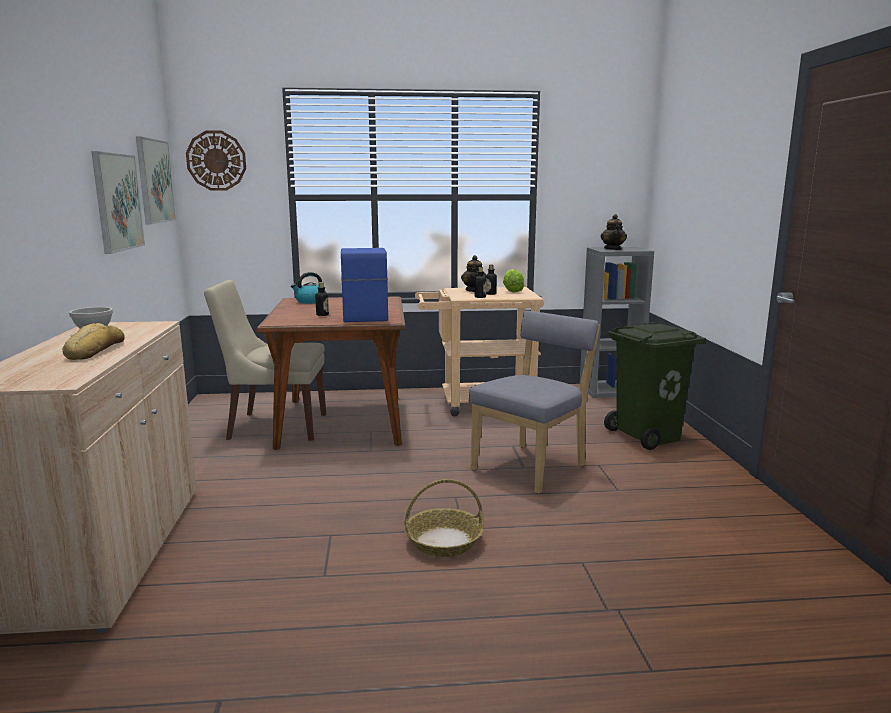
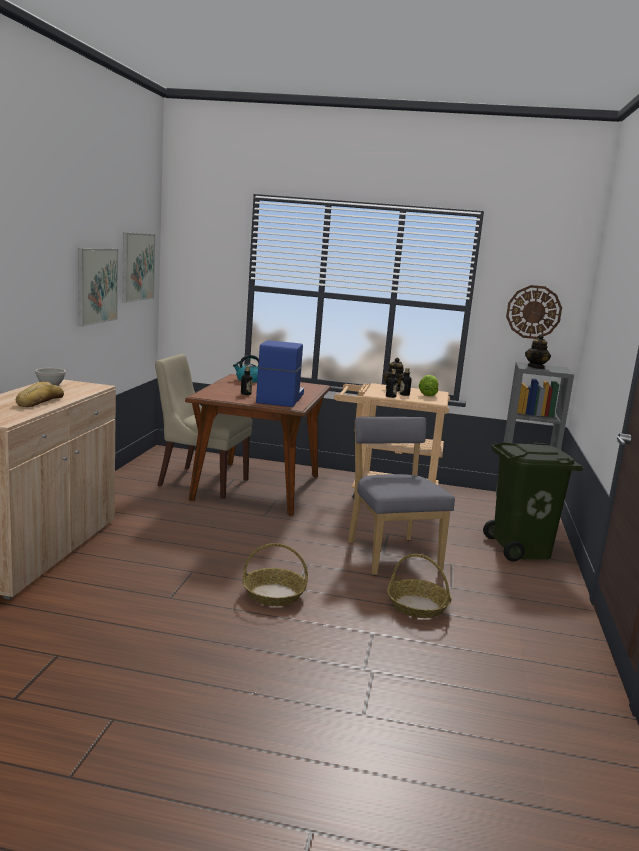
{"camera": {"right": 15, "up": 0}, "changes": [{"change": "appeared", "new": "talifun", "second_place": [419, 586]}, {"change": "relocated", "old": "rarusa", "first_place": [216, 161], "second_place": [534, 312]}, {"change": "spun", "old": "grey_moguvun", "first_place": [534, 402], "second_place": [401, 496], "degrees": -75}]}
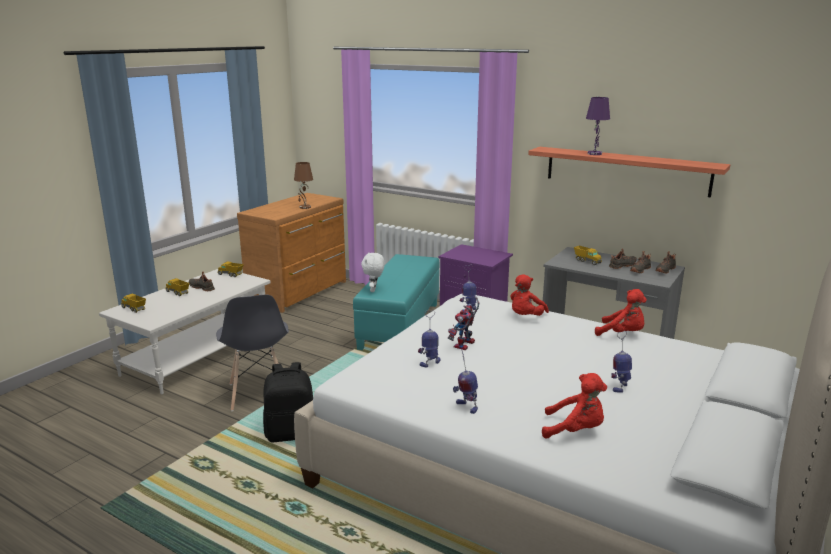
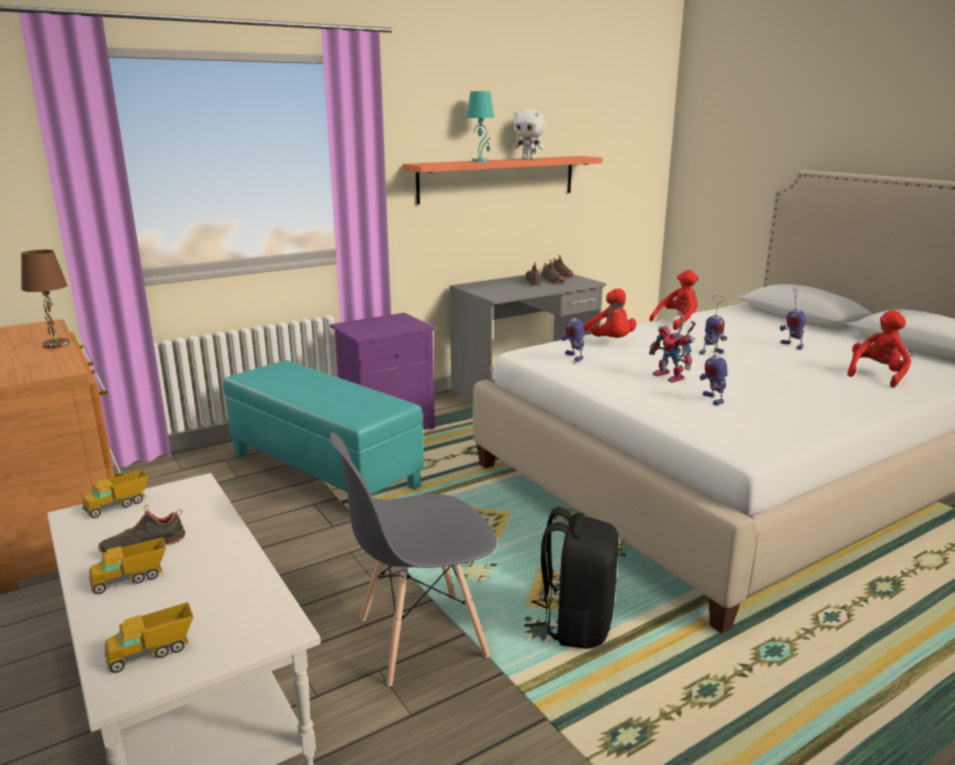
{"camera": {"right": -65, "up": 0}, "changes": [{"change": "missing", "old": "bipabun", "first_place": [588, 255]}, {"change": "relocated", "old": "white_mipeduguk", "first_place": [373, 272], "second_place": [529, 134]}, {"change": "relocated", "old": "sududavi", "first_place": [465, 382], "second_place": [713, 325]}, {"change": "colour", "old": "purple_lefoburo", "new": "turquoise_lefoburo", "first_place": [598, 126], "second_place": [480, 126]}, {"change": "spun", "old": "grey_moguvun", "first_place": [252, 353], "second_place": [413, 559], "degrees": 150}]}
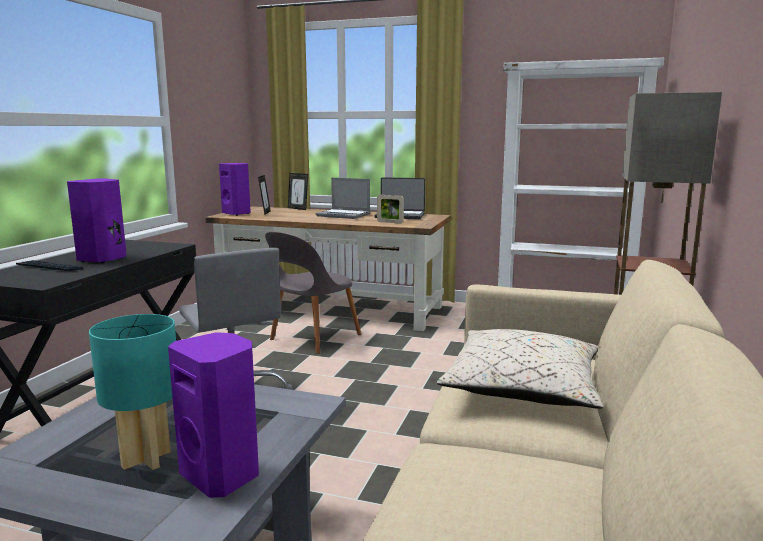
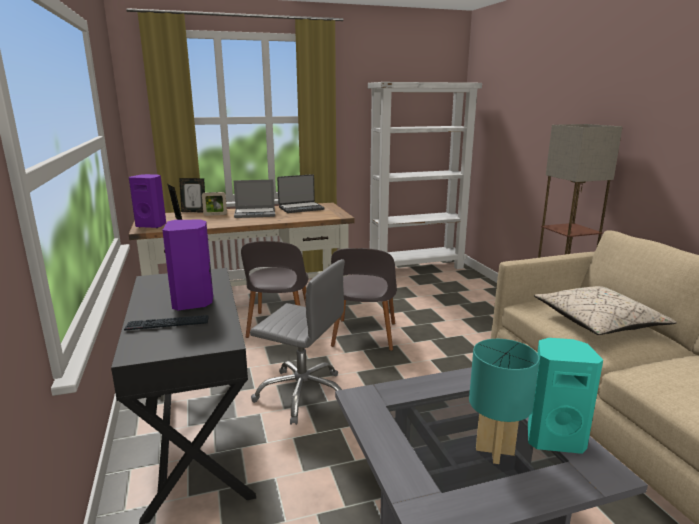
{"camera": {"right": -35, "up": 5}, "changes": [{"change": "appeared", "new": "grey_moguvun", "second_place": [364, 299]}, {"change": "relocated", "old": "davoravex", "first_place": [390, 209], "second_place": [214, 204]}, {"change": "colour", "old": "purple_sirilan", "new": "turquoise_sirilan", "first_place": [213, 415], "second_place": [565, 396]}]}
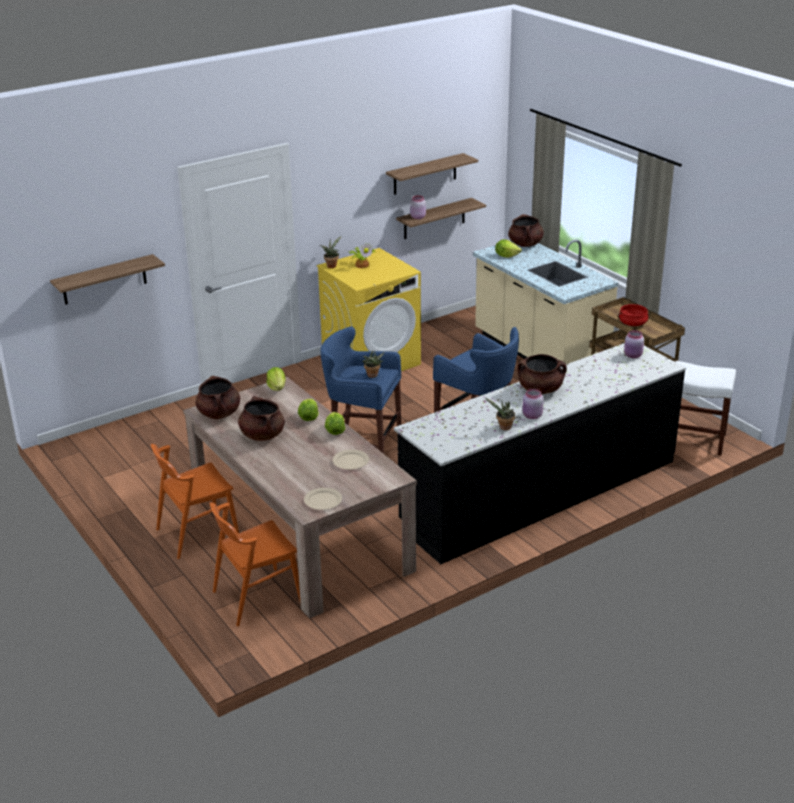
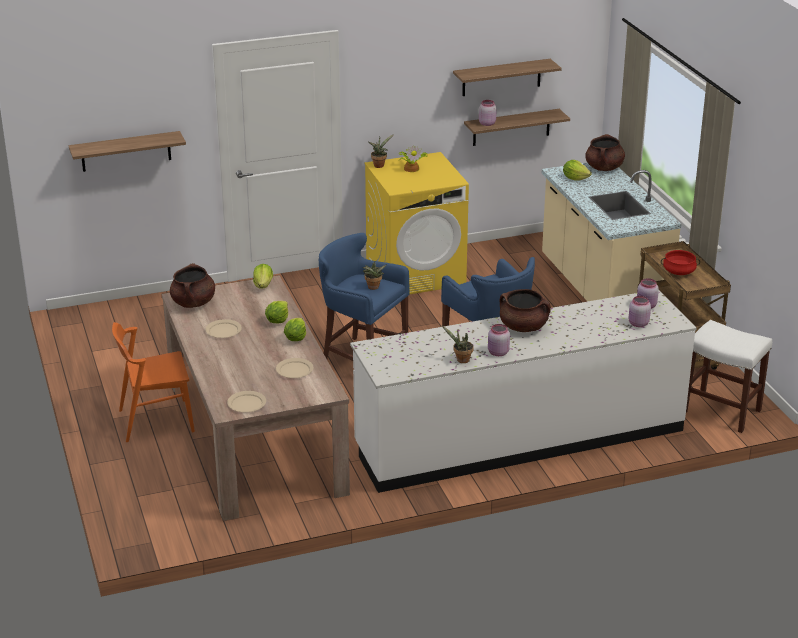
{"camera": {"right": 15, "up": 0}, "changes": [{"change": "missing", "old": "orange_moguvun", "first_place": [255, 564]}, {"change": "appeared", "new": "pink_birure", "second_place": [640, 311]}, {"change": "exchanged", "old": "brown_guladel", "new": "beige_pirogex", "first_place": [261, 418], "second_place": [223, 328]}, {"change": "colour", "old": "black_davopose", "new": "white_davopose", "first_place": [540, 453], "second_place": [523, 391]}]}
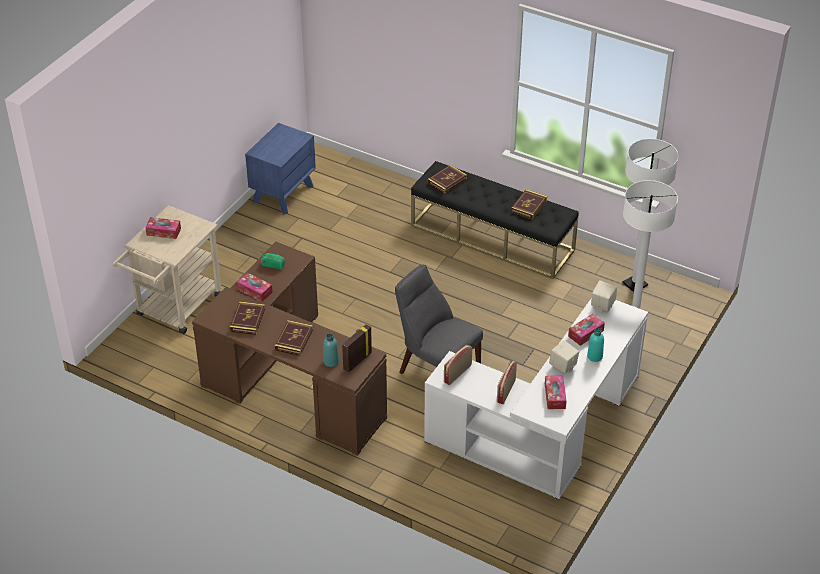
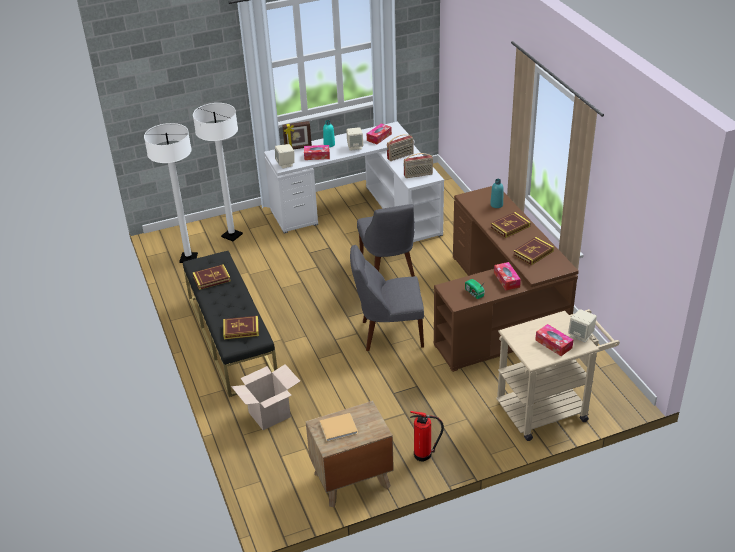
{"camera": {"right": -140, "up": -5}, "changes": [{"change": "appeared", "new": "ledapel", "second_place": [265, 397]}, {"change": "appeared", "new": "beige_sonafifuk", "second_place": [339, 427]}, {"change": "appeared", "new": "grey_moguvun", "second_place": [387, 298]}, {"change": "appeared", "new": "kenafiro", "second_place": [427, 436]}, {"change": "appeared", "new": "beige_sirilan", "second_place": [582, 326]}, {"change": "relocated", "old": "davoravex", "first_place": [357, 348], "second_place": [297, 135]}, {"change": "colour", "old": "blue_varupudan", "new": "brown_varupudan", "first_place": [280, 169], "second_place": [350, 454]}]}
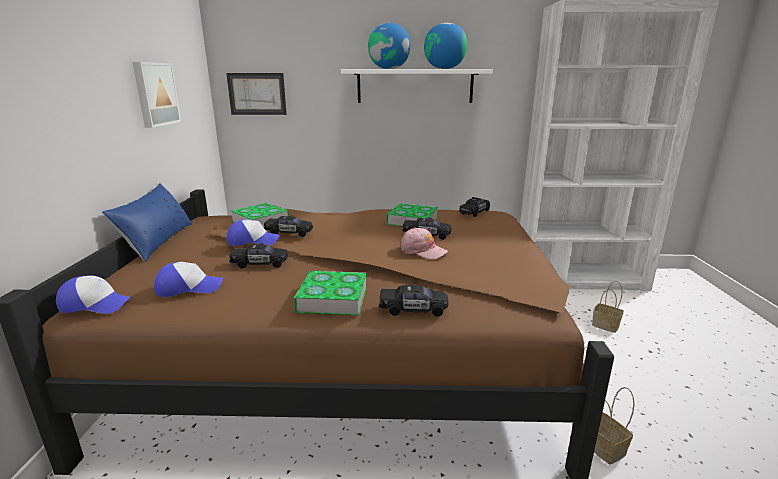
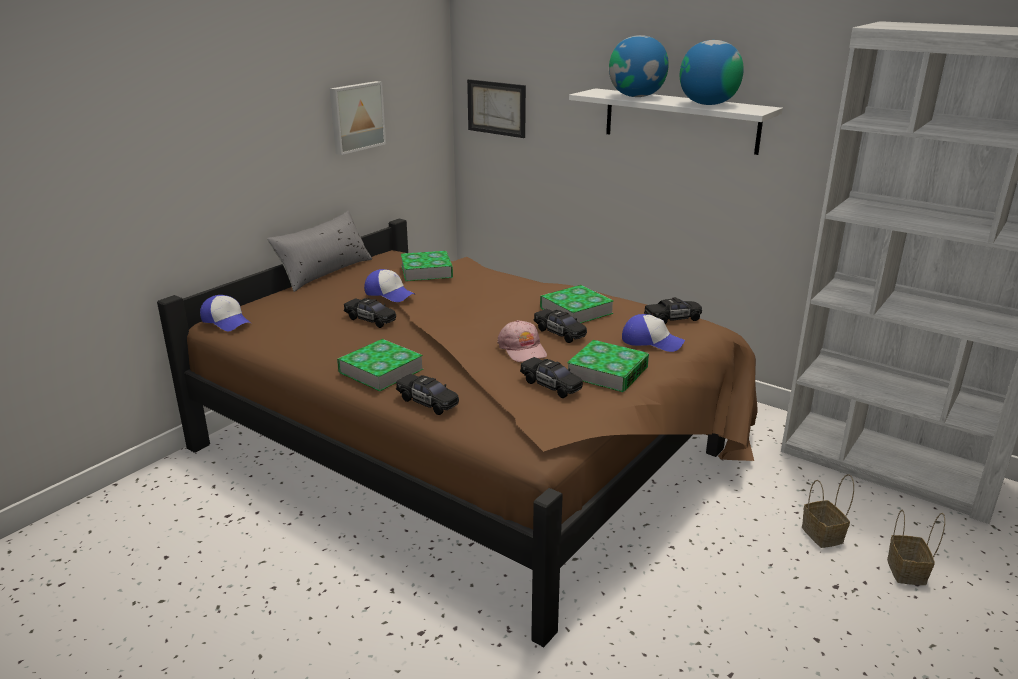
{"camera": {"right": 35, "up": 5}, "changes": [{"change": "appeared", "new": "sonafifuk", "second_place": [608, 366]}, {"change": "relocated", "old": "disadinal", "first_place": [188, 279], "second_place": [653, 333]}, {"change": "relocated", "old": "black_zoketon", "first_place": [288, 226], "second_place": [551, 377]}, {"change": "relocated", "old": "talifun", "first_place": [614, 425], "second_place": [916, 547]}, {"change": "colour", "old": "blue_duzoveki", "new": "grey_duzoveki", "first_place": [147, 222], "second_place": [319, 251]}]}
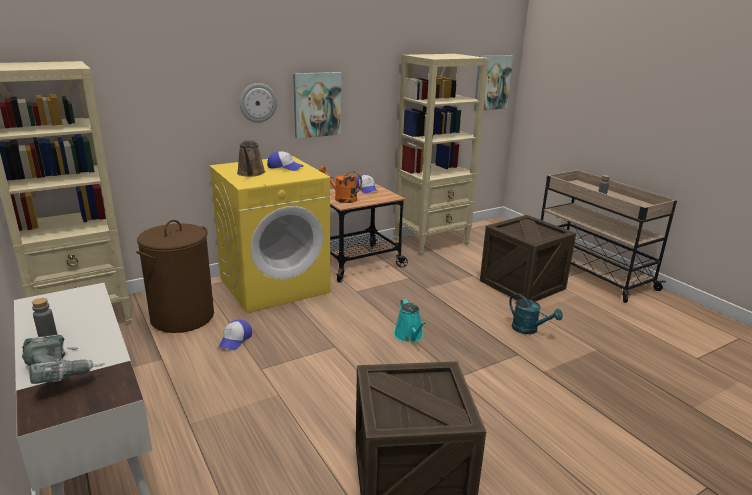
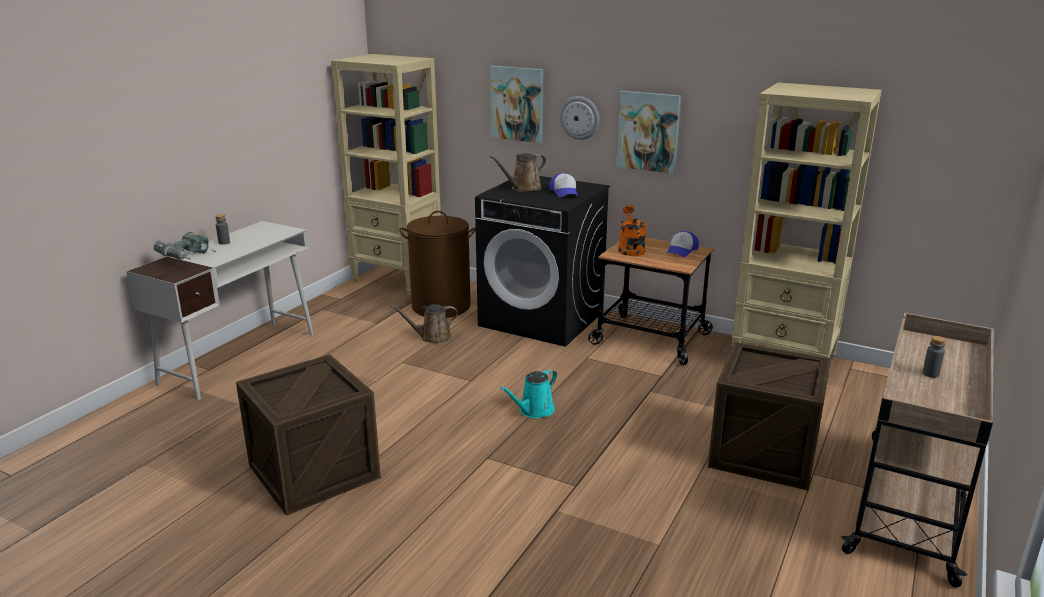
{"camera": {"right": 60, "up": 0}, "changes": [{"change": "missing", "old": "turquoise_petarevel", "first_place": [536, 313]}, {"change": "relocated", "old": "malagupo", "first_place": [494, 83], "second_place": [516, 104]}, {"change": "exchanged", "old": "disadinal", "new": "brown_petarevel", "first_place": [235, 335], "second_place": [424, 323]}, {"change": "colour", "old": "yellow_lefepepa", "new": "black_lefepepa", "first_place": [270, 234], "second_place": [542, 261]}]}
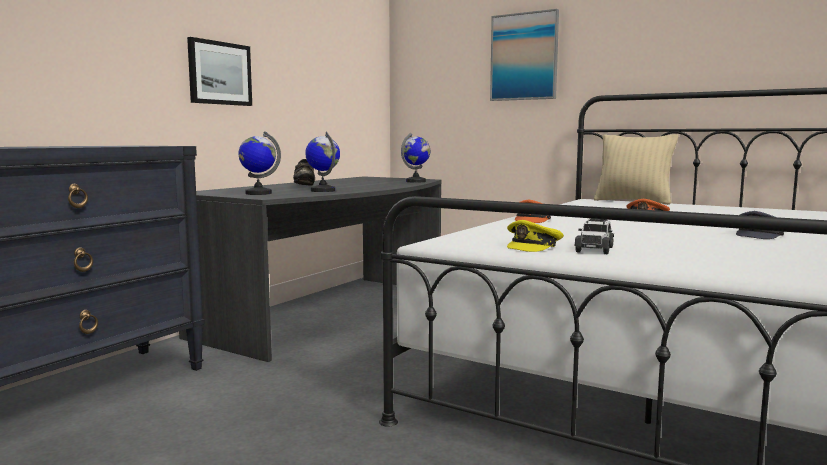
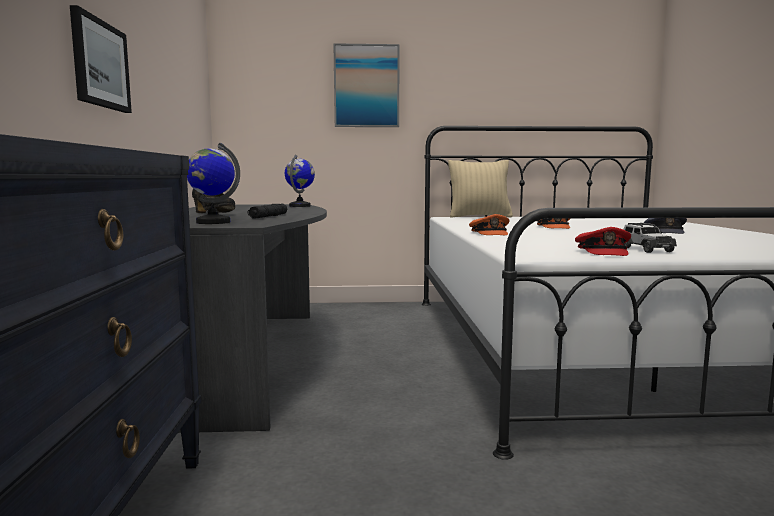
{"camera": {"right": -35, "up": 0}, "changes": [{"change": "exchanged", "old": "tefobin", "new": "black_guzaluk", "first_place": [322, 162], "second_place": [267, 210]}, {"change": "colour", "old": "yellow_disadinal", "new": "red_disadinal", "first_place": [535, 236], "second_place": [603, 241]}]}
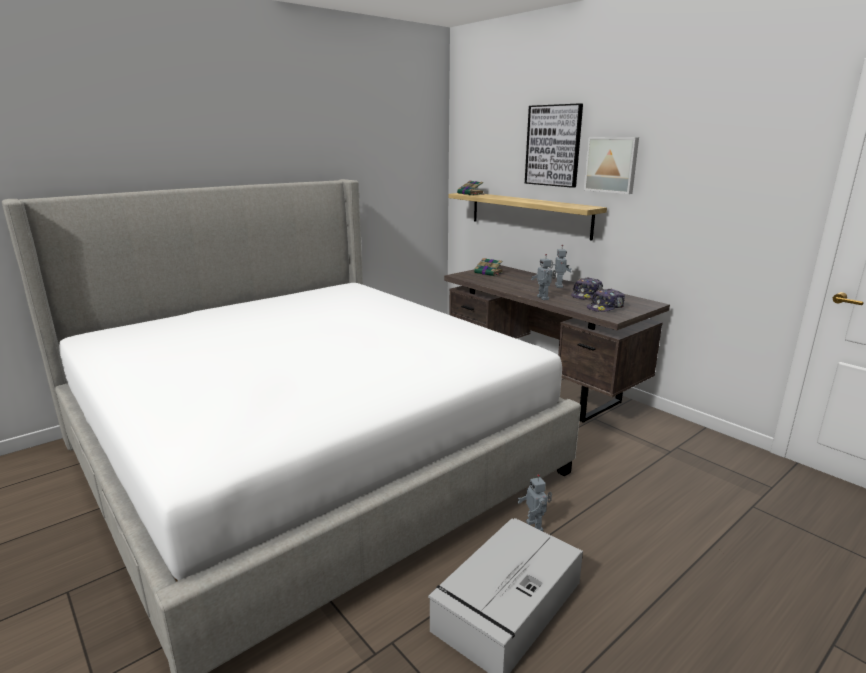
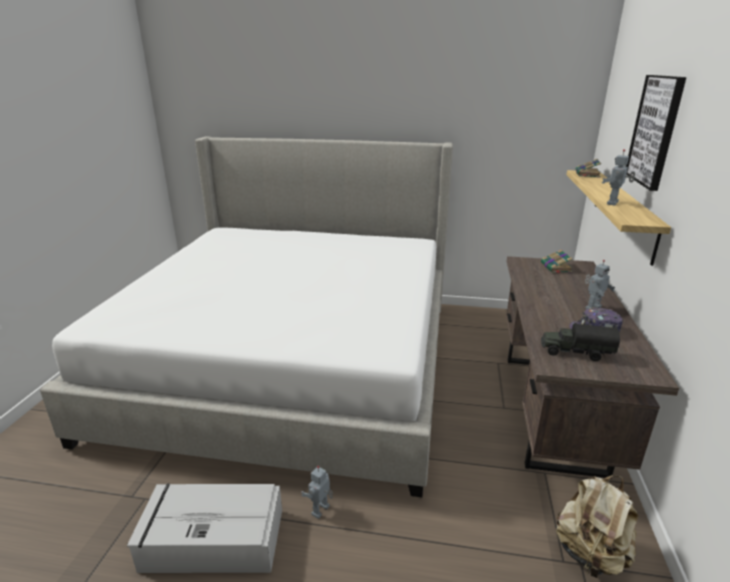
{"camera": {"right": 50, "up": 5}, "changes": [{"change": "missing", "old": "malagupo", "first_place": [611, 165]}, {"change": "appeared", "new": "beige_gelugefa", "second_place": [597, 526]}, {"change": "relocated", "old": "sududavi", "first_place": [543, 277], "second_place": [618, 177]}, {"change": "exchanged", "old": "disadinal", "new": "bipabun", "first_place": [606, 300], "second_place": [580, 342]}]}
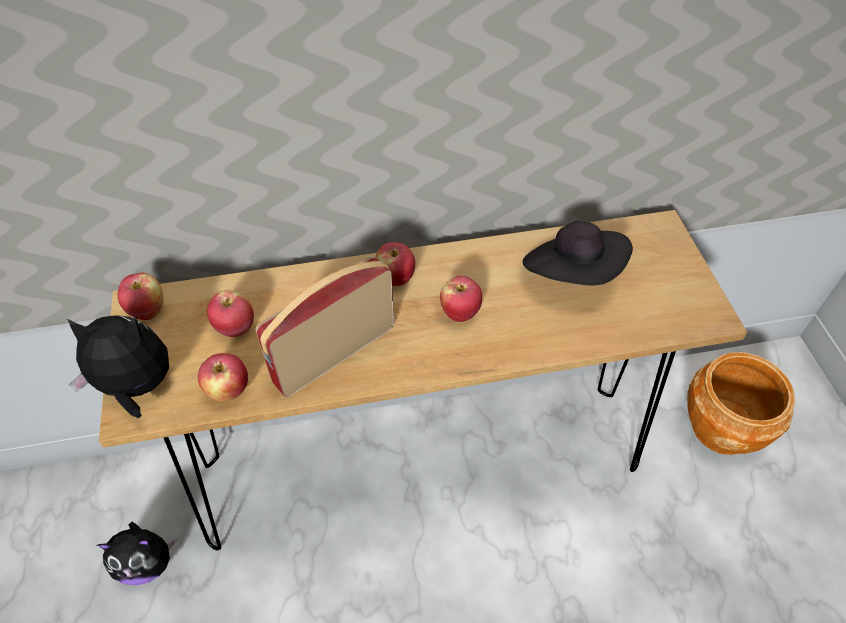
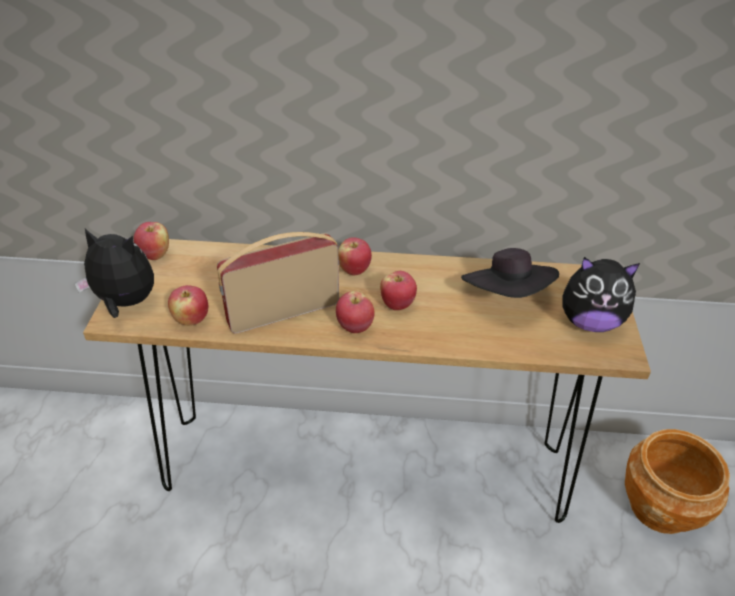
{"camera": {"right": 15, "up": -10}, "changes": [{"change": "relocated", "old": "mipeduguk", "first_place": [137, 553], "second_place": [601, 294]}, {"change": "relocated", "old": "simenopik", "first_place": [230, 313], "second_place": [355, 312]}]}
